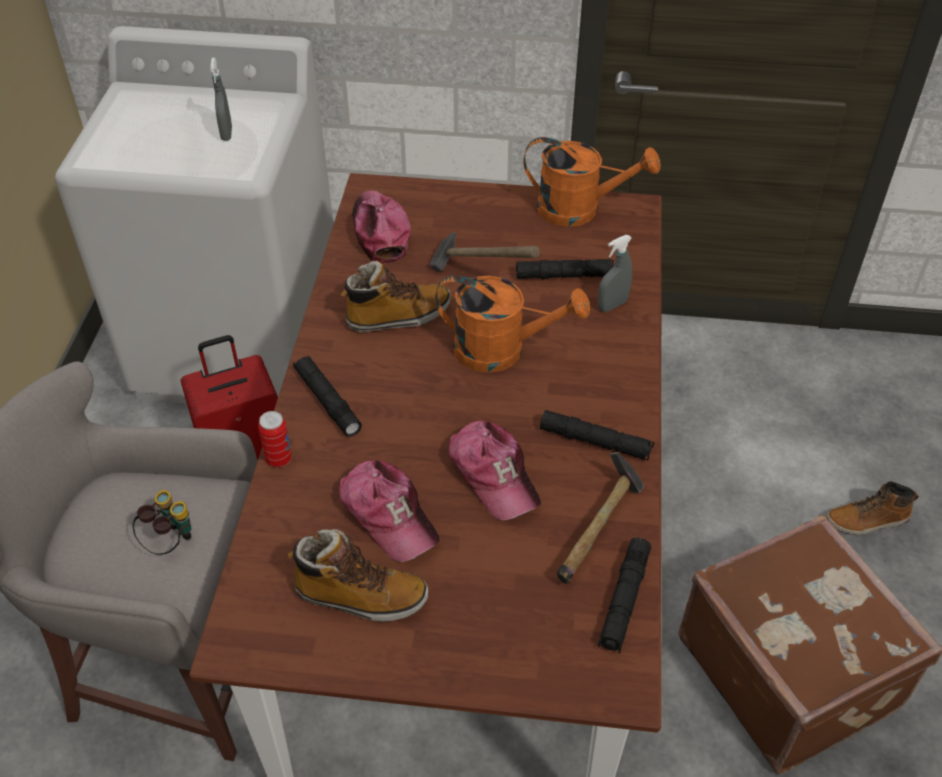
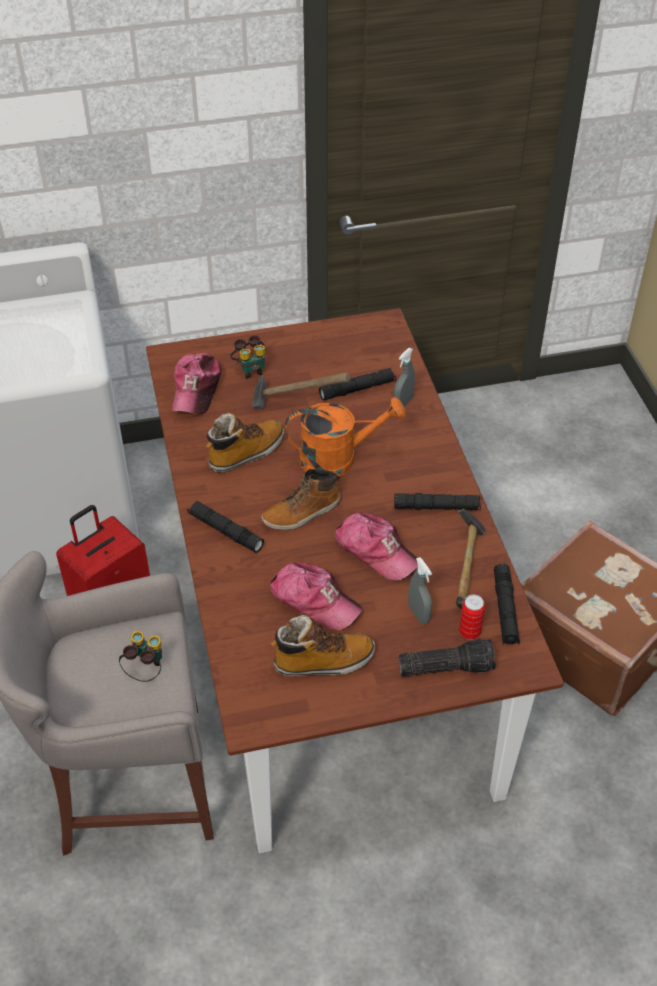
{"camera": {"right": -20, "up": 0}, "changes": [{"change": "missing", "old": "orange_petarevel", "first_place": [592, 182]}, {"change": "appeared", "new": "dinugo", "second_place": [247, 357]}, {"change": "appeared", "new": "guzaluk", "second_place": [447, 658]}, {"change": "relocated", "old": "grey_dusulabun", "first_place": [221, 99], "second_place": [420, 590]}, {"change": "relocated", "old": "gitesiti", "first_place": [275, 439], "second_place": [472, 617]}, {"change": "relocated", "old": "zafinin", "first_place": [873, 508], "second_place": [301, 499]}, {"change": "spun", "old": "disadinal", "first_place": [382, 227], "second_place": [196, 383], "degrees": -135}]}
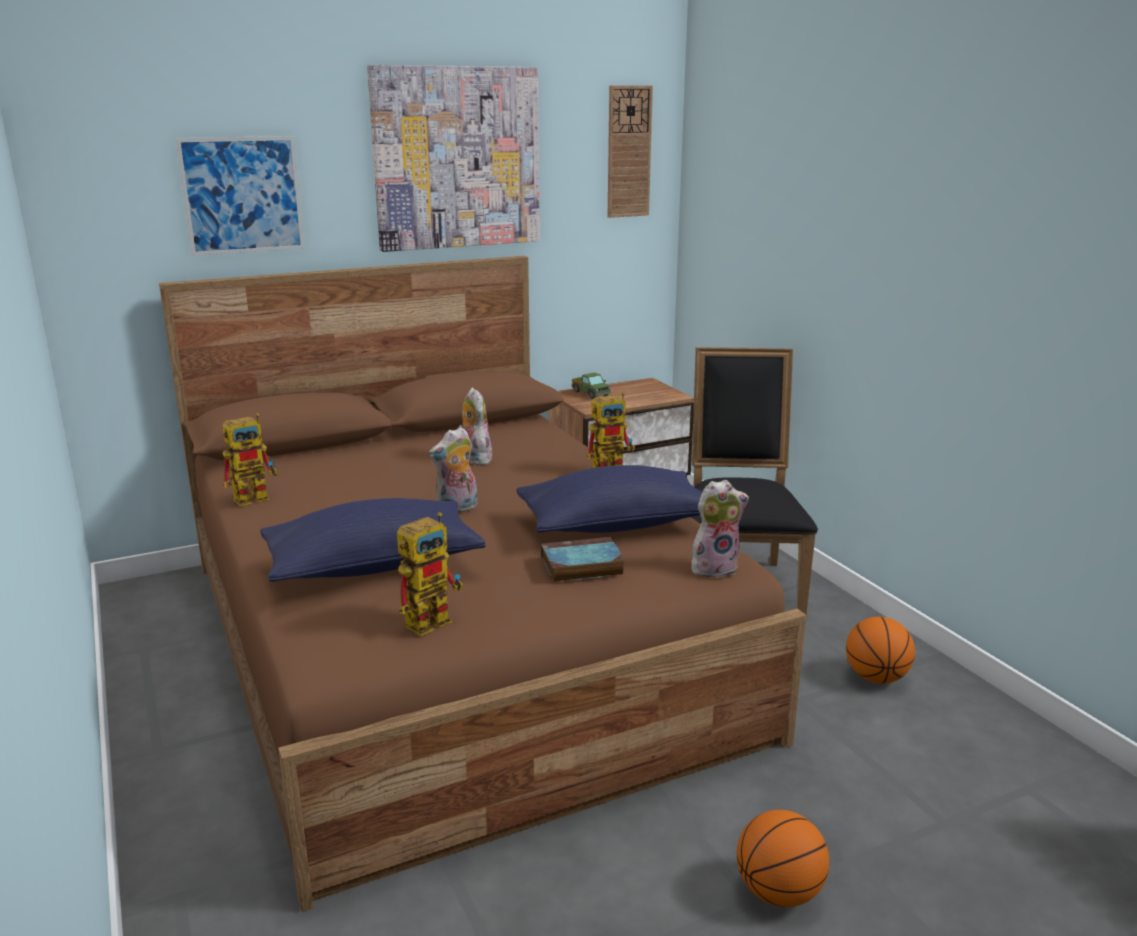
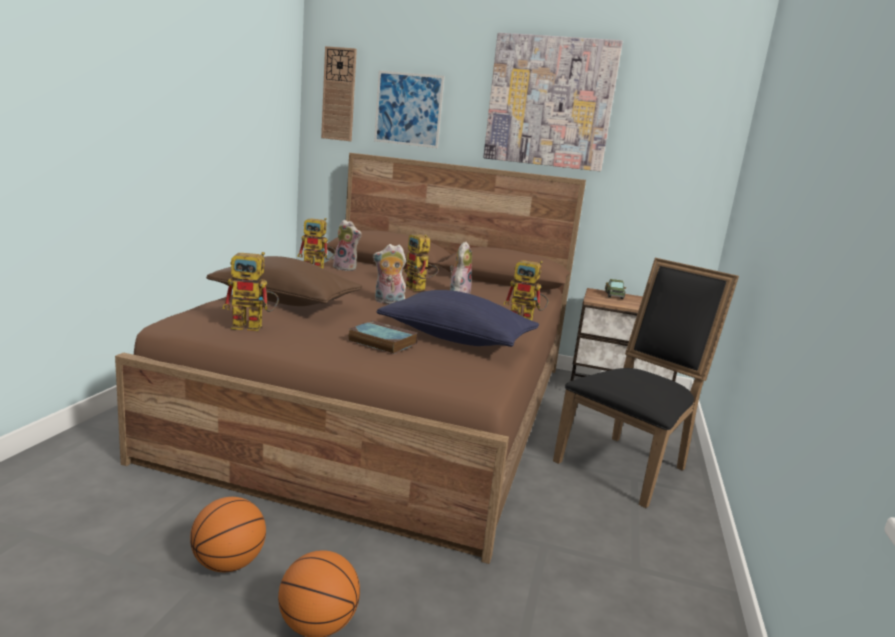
{"camera": {"right": 40, "up": -5}, "changes": [{"change": "appeared", "new": "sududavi", "second_place": [421, 262]}, {"change": "relocated", "old": "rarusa", "first_place": [630, 152], "second_place": [339, 93]}, {"change": "relocated", "old": "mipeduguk", "first_place": [720, 529], "second_place": [347, 245]}, {"change": "relocated", "old": "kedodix", "first_place": [880, 650], "second_place": [228, 534]}, {"change": "colour", "old": "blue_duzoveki", "new": "brown_duzoveki", "first_place": [372, 540], "second_place": [284, 281]}]}
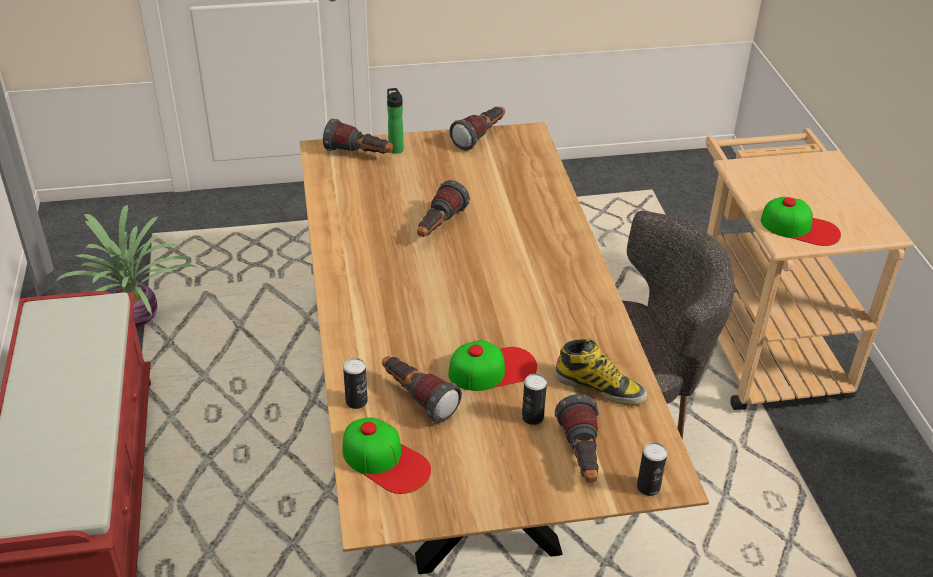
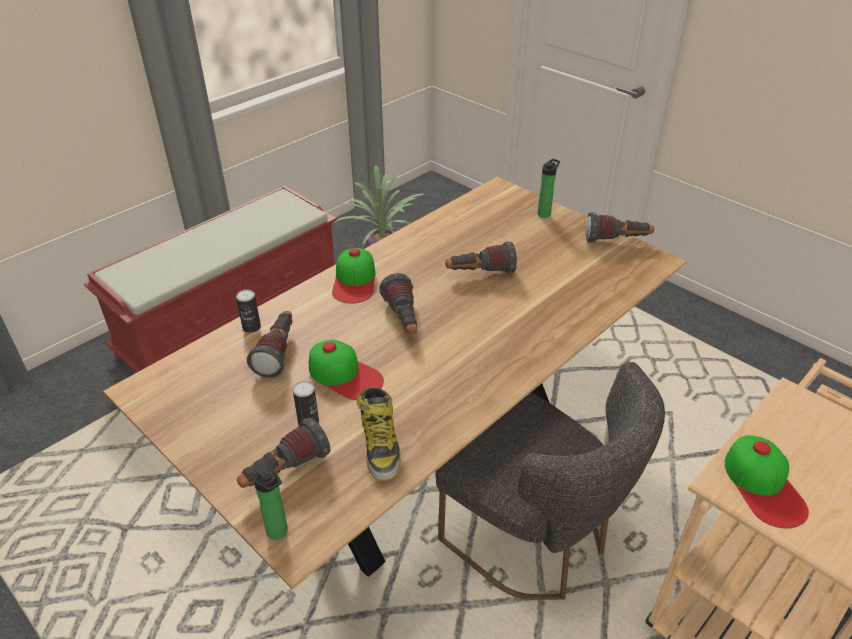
{"camera": {"right": 55, "up": 0}, "changes": [{"change": "relocated", "old": "guzaluk", "first_place": [358, 136], "second_place": [398, 303]}, {"change": "relocated", "old": "disadinal", "first_place": [386, 455], "second_place": [354, 276]}, {"change": "exchanged", "old": "gitesiti", "new": "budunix", "first_place": [652, 469], "second_place": [270, 502]}]}
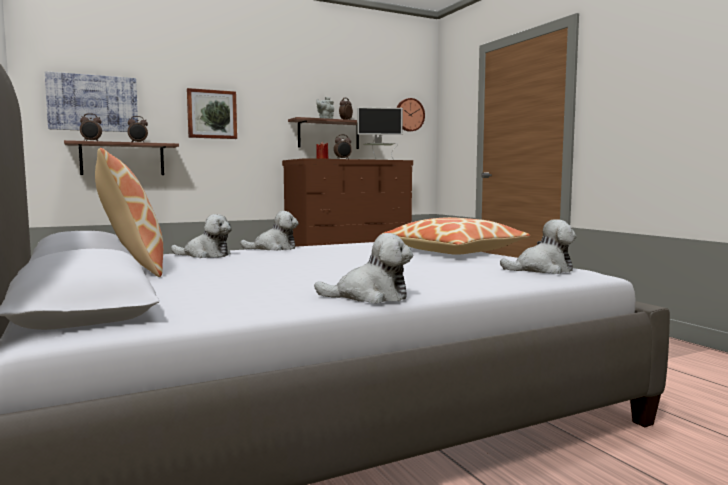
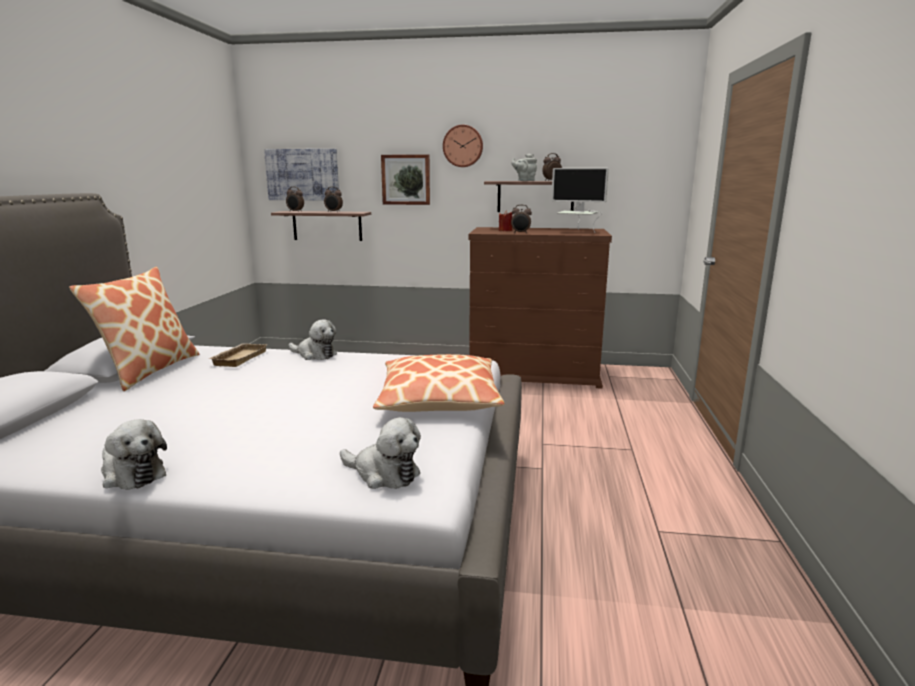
{"camera": {"right": 35, "up": 10}, "changes": [{"change": "relocated", "old": "rarusa", "first_place": [411, 115], "second_place": [463, 146]}, {"change": "exchanged", "old": "mipeduguk", "new": "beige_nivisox", "first_place": [201, 236], "second_place": [238, 355]}]}
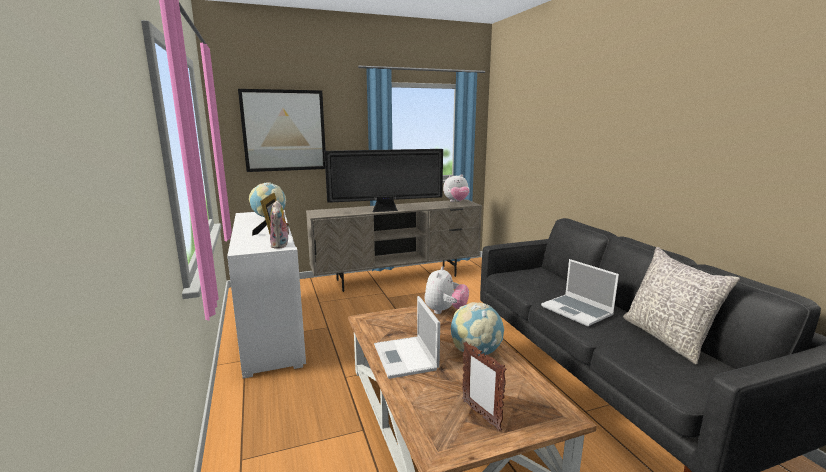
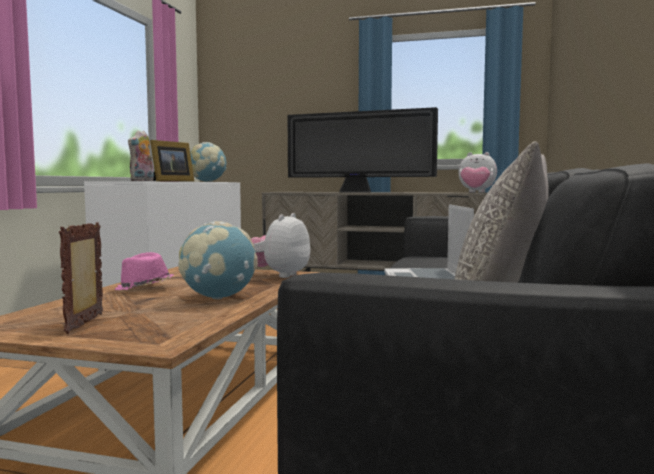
{"camera": {"right": 35, "up": -10}, "changes": [{"change": "missing", "old": "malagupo", "first_place": [282, 130]}, {"change": "exchanged", "old": "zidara", "new": "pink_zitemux", "first_place": [407, 337], "second_place": [144, 271]}, {"change": "spun", "old": "mipeduguk", "first_place": [446, 290], "second_place": [280, 245], "degrees": 150}]}
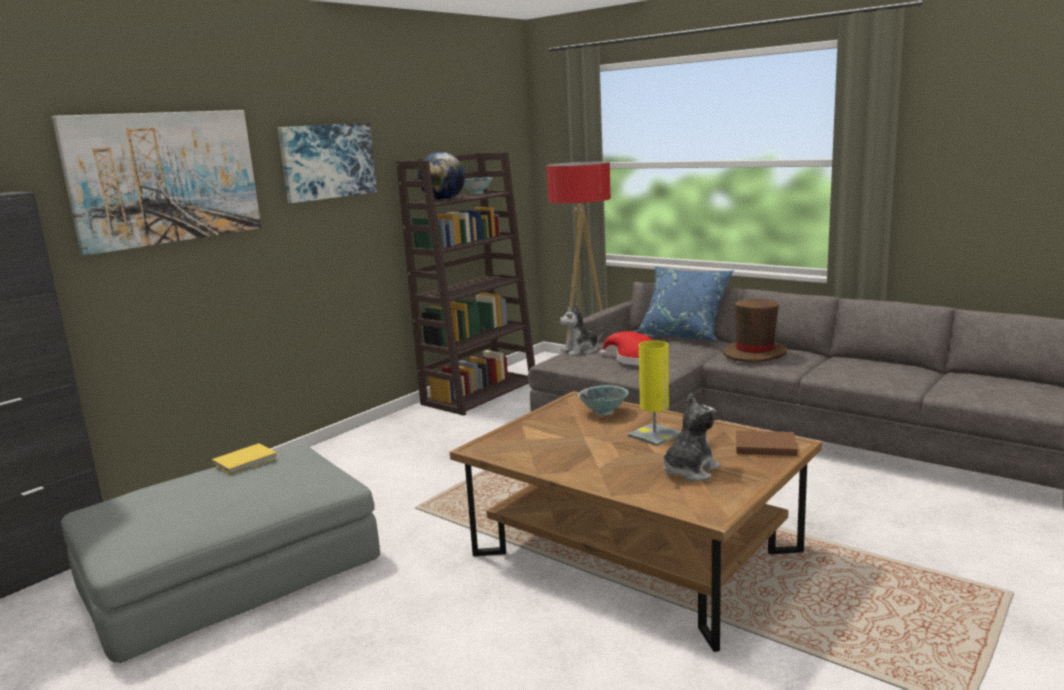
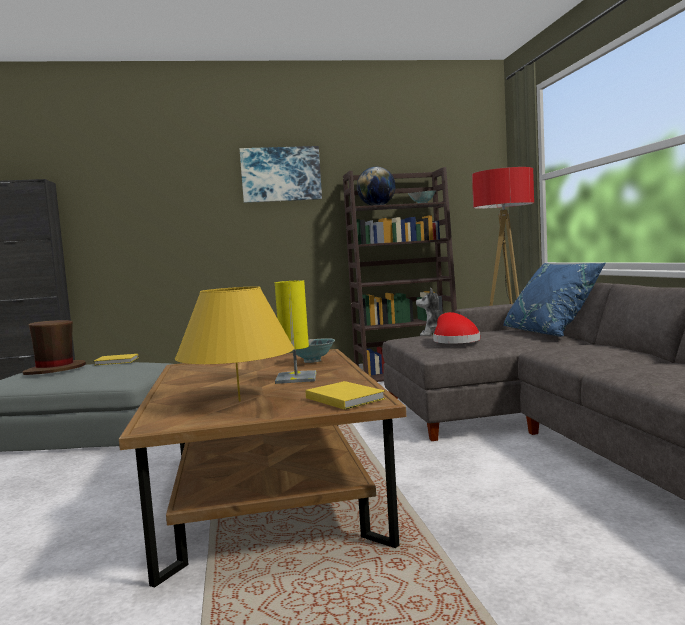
{"camera": {"right": 40, "up": -10}, "changes": [{"change": "missing", "old": "malagupo", "first_place": [156, 183]}, {"change": "relocated", "old": "brown_zitemux", "first_place": [755, 330], "second_place": [54, 347]}, {"change": "exchanged", "old": "mipeduguk", "new": "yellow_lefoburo", "first_place": [692, 437], "second_place": [234, 344]}, {"change": "colour", "old": "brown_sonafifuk", "new": "yellow_sonafifuk", "first_place": [766, 443], "second_place": [346, 395]}]}
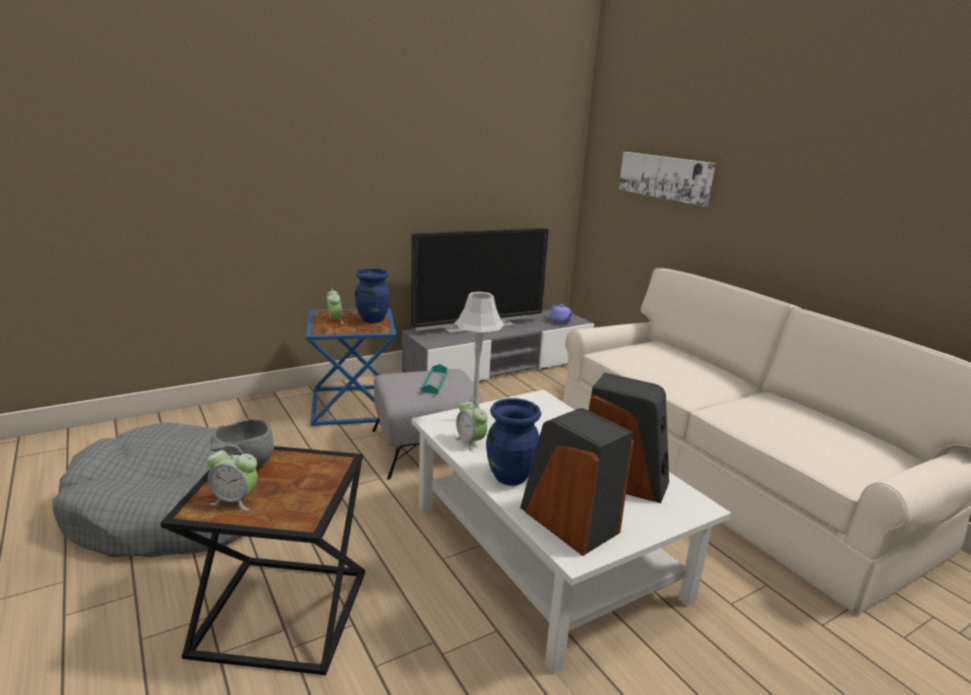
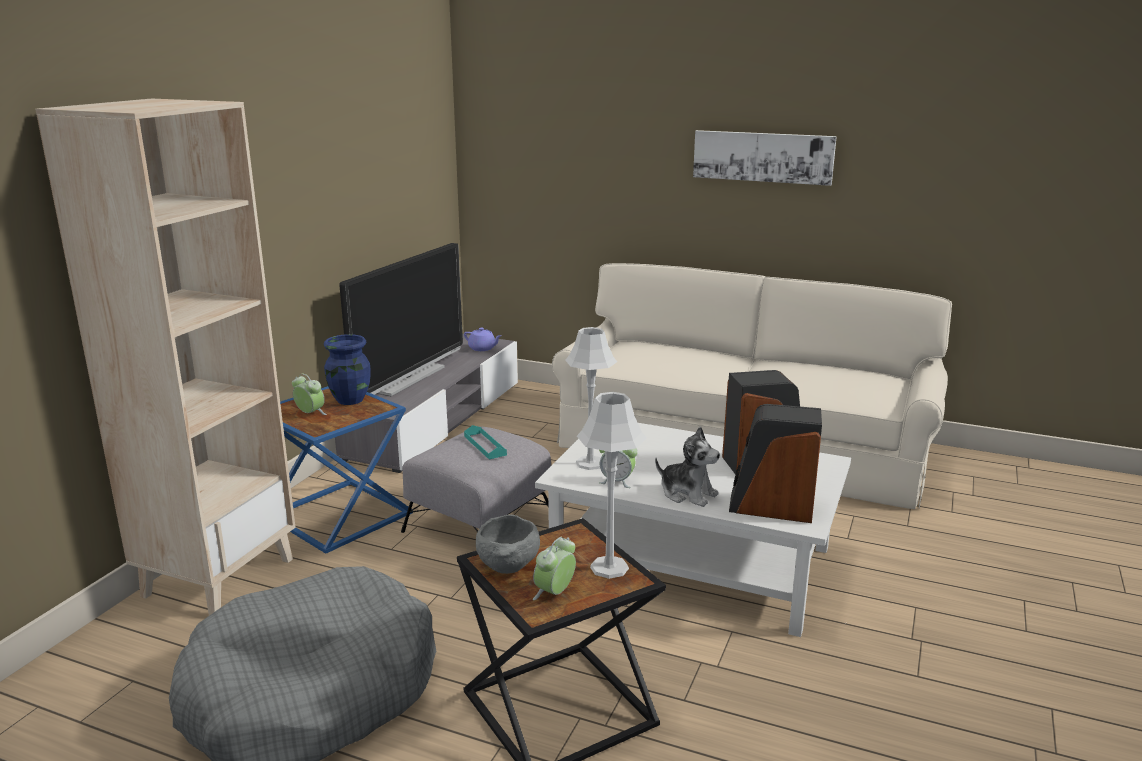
{"camera": {"right": -35, "up": 0}, "changes": [{"change": "appeared", "new": "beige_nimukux", "second_place": [165, 357]}, {"change": "appeared", "new": "grey_lefoburo", "second_place": [612, 485]}, {"change": "relocated", "old": "malagupo", "first_place": [667, 179], "second_place": [765, 158]}, {"change": "exchanged", "old": "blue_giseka", "new": "mipeduguk", "first_place": [513, 442], "second_place": [687, 466]}, {"change": "spun", "old": "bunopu", "first_place": [232, 478], "second_place": [554, 568], "degrees": 150}]}
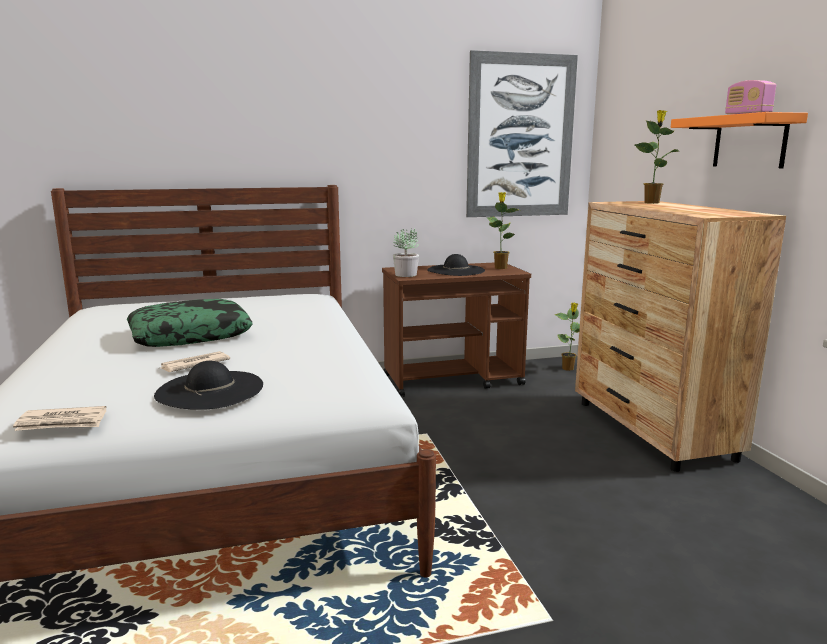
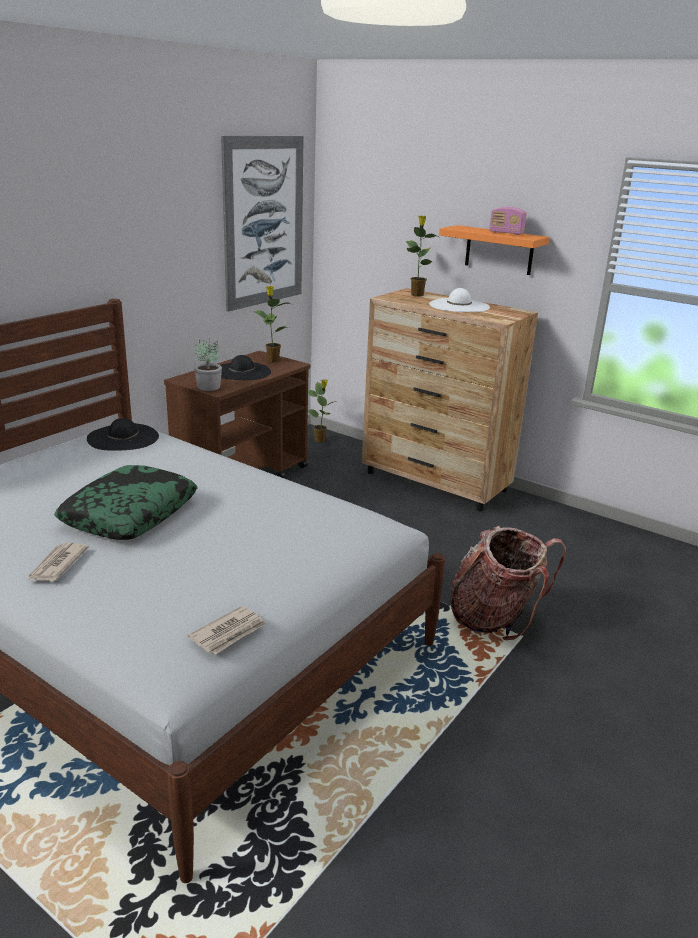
{"camera": {"right": -40, "up": 10}, "changes": [{"change": "appeared", "new": "white_zitemux", "second_place": [459, 300]}, {"change": "appeared", "new": "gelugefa", "second_place": [508, 583]}, {"change": "relocated", "old": "black_zitemux", "first_place": [208, 385], "second_place": [123, 434]}, {"change": "relocated", "old": "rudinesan", "first_place": [195, 361], "second_place": [58, 562]}]}
